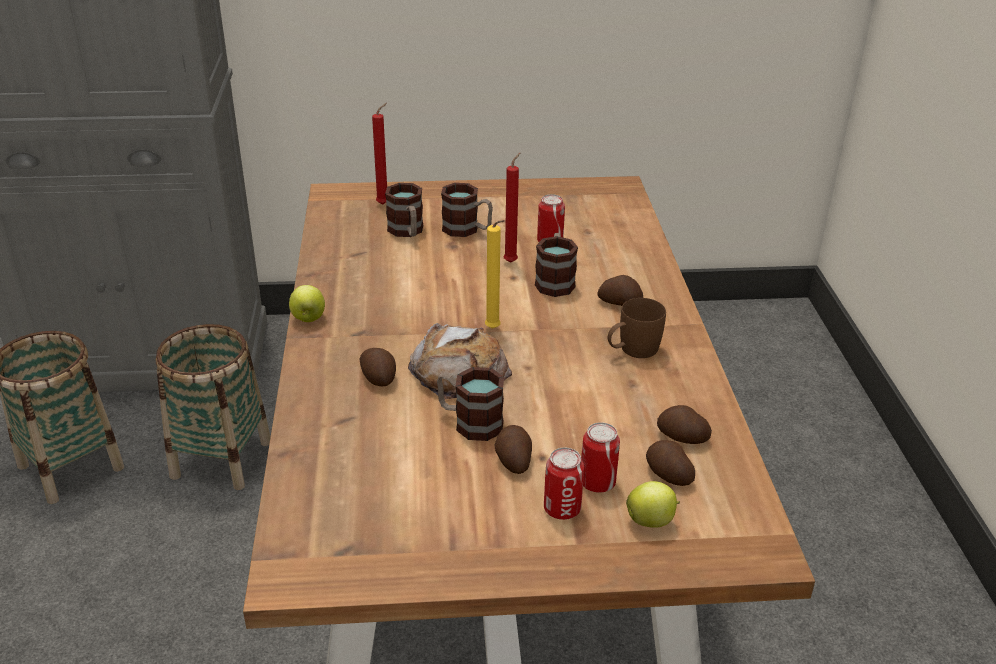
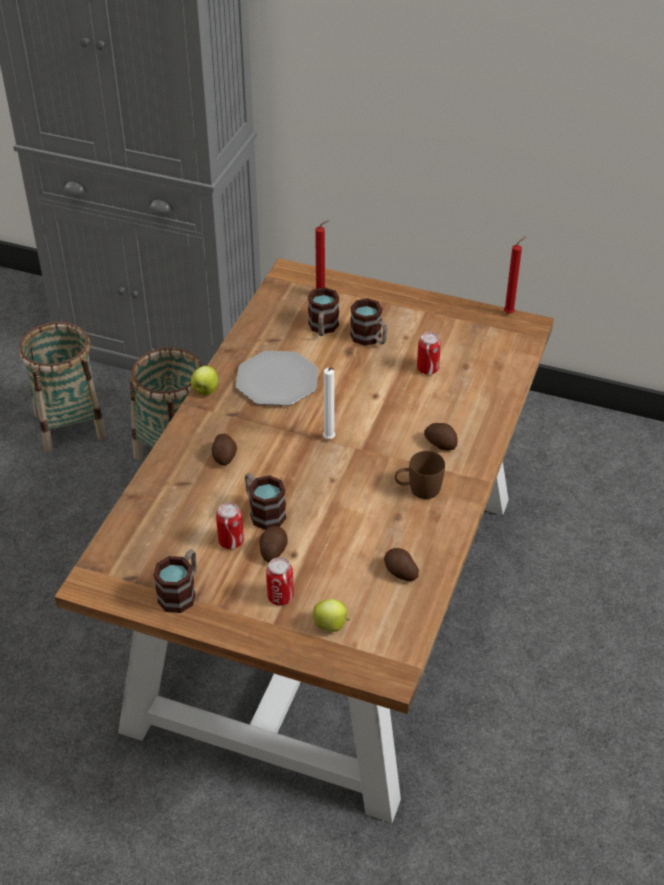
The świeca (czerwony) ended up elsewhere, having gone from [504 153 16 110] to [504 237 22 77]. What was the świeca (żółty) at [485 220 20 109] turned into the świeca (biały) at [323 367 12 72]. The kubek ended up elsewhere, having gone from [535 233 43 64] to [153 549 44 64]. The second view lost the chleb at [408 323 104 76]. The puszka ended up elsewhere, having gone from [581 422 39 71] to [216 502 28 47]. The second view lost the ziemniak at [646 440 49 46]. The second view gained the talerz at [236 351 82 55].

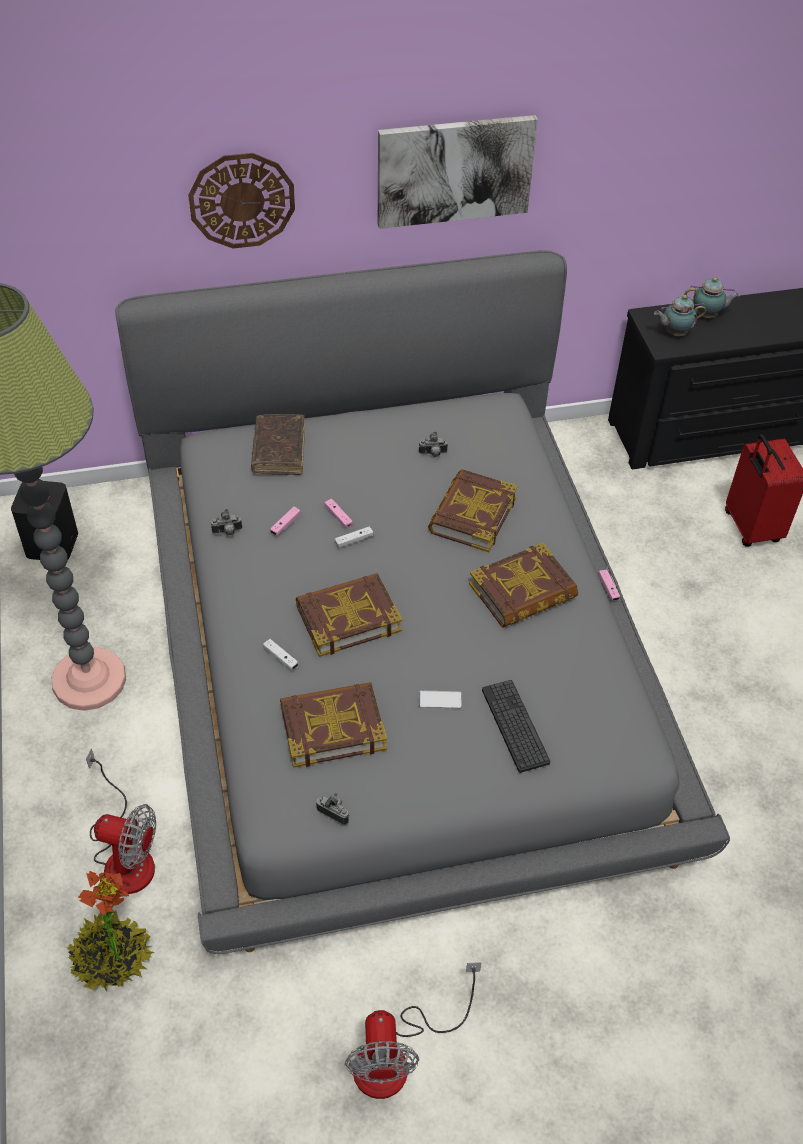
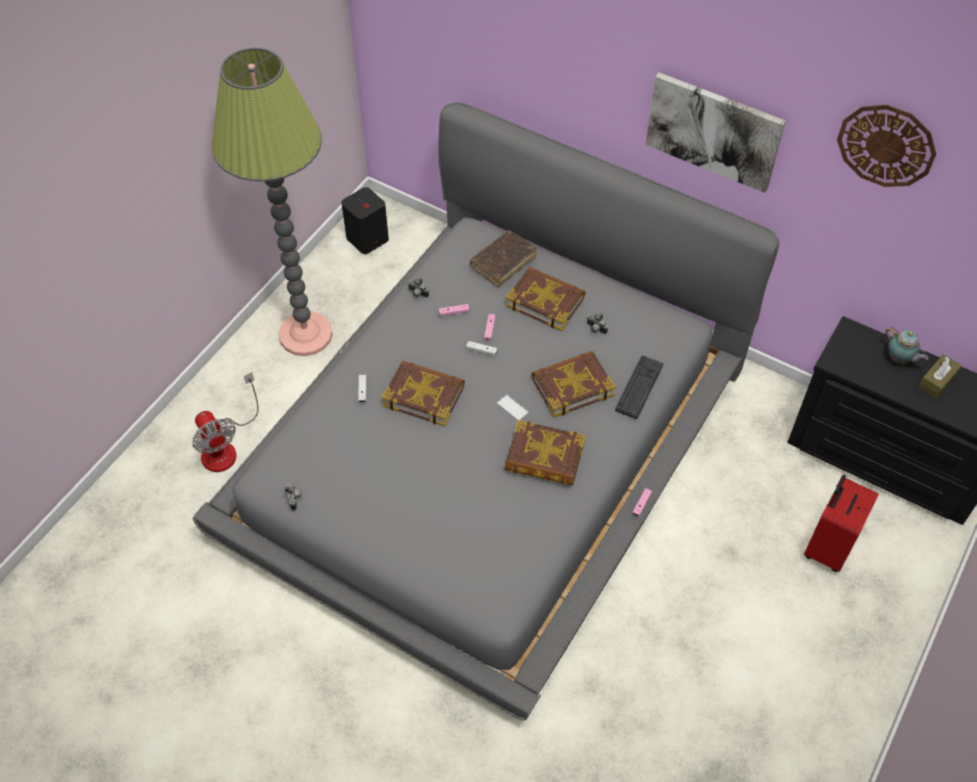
The zegar ścienny ended up elsewhere, having gone from [188 153 107 96] to [837 105 99 82]. The second view lost the imbryk at [654 295 52 41]. The klawiatura ended up elsewhere, having gone from [482 680 68 93] to [615 356 48 63]. The książka ended up elsewhere, having gone from [280 682 107 86] to [506 267 80 64]. The telefon ended up elsewhere, having gone from [419 690 43 18] to [496 394 33 26]. The second view lost the roślina doniczkowa at [66 871 89 121]. The second view lost the wentylator at [345 962 136 137]. The second view gained the pudełko chusteczek (brązowy) at [918 354 44 45].

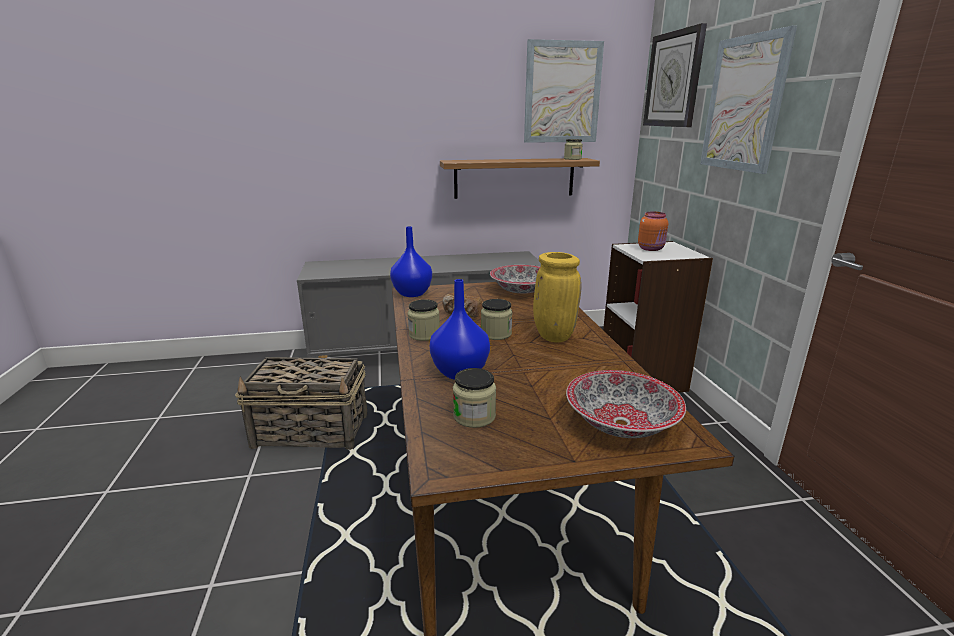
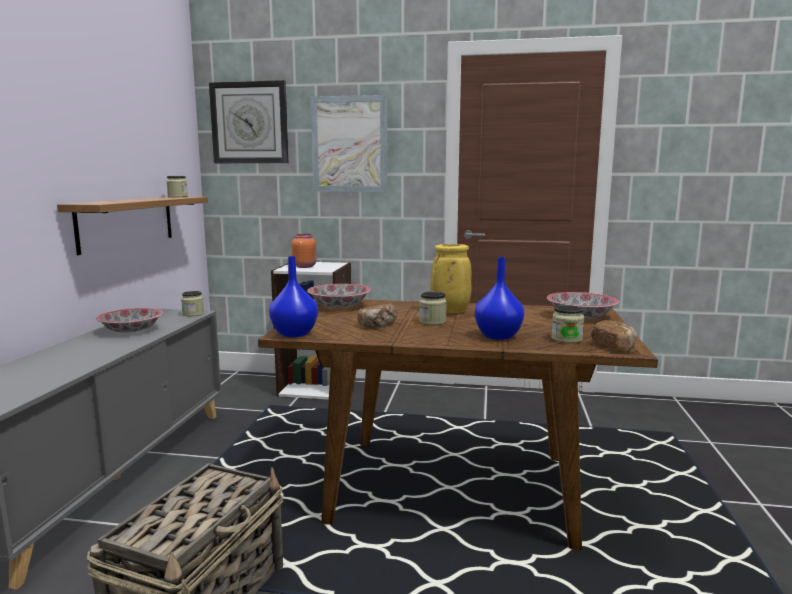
The second view lost the obraz at [524 39 80 104]. The słoik ended up elsewhere, having gone from [408 299 32 42] to [181 291 23 25]. The second view gained the miska at [96 308 67 24]. The second view gained the chleb at [591 320 46 31].

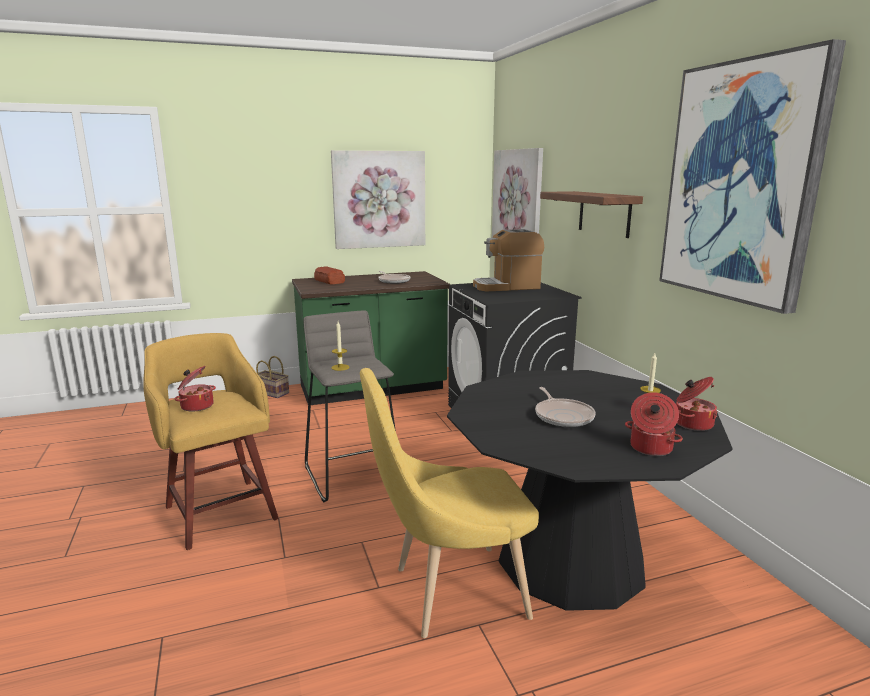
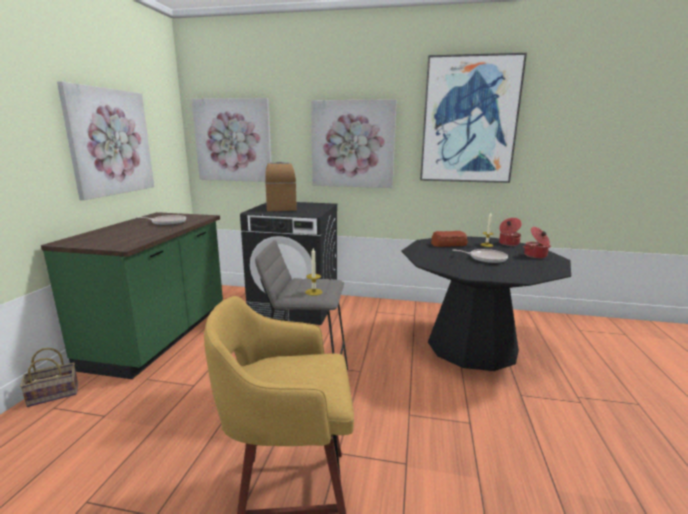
Where the półka hung at [540 191 103 47], the obraz came to hang at [311 99 85 89]. The ekspres do kawy at [473 229 71 62] ended up facing another way, 150 degrees clockwise from before. The chleb ended up elsewhere, having gone from [314 266 31 18] to [431 231 37 16]. The second view lost the garnek at [175 366 41 46]. The second view lost the krzesło (żółty) at [360 368 179 270].

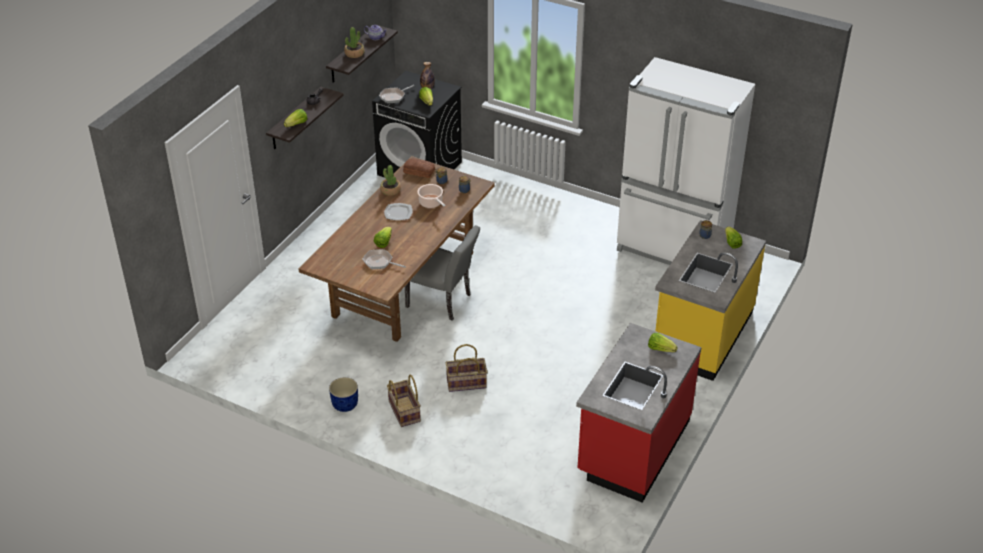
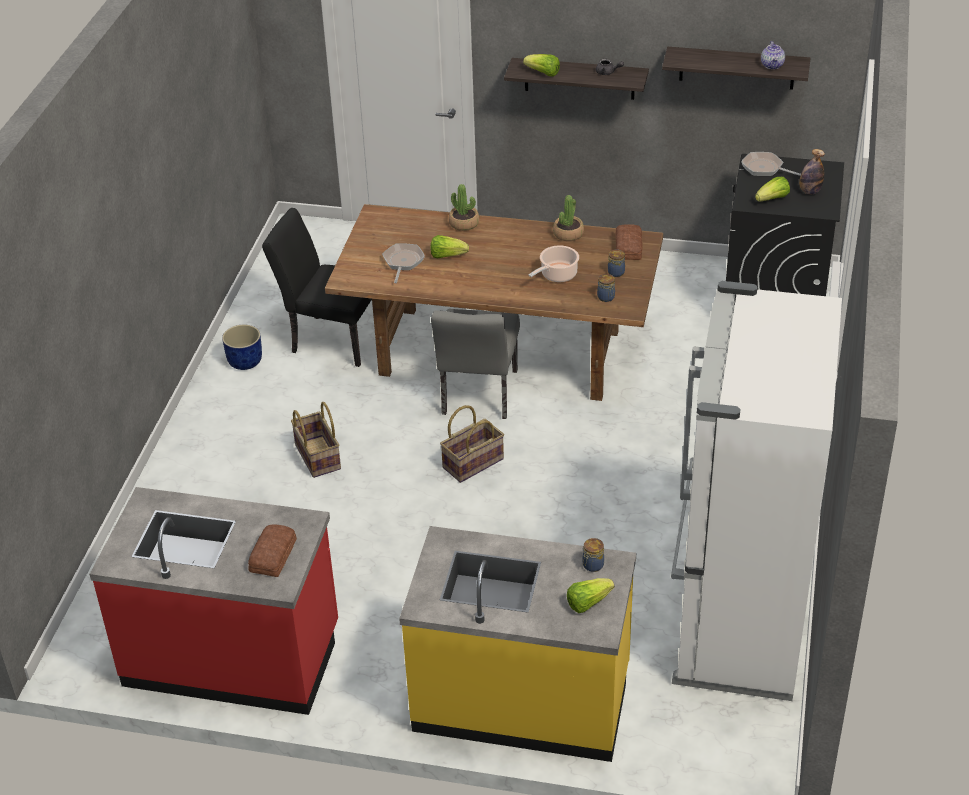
The roślina doniczkowa ended up elsewhere, having gone from [344 27 21 31] to [449 184 30 47]. The second view lost the talerz at [384 203 29 17]. Where the sałata stood at [648 333 30 19], the chleb came to stand at [248 525 49 52]. The koszyk ended up elsewhere, having gone from [387 374 34 53] to [440 405 64 78]. The second view gained the krzesło (czarny) at [262 208 110 159].

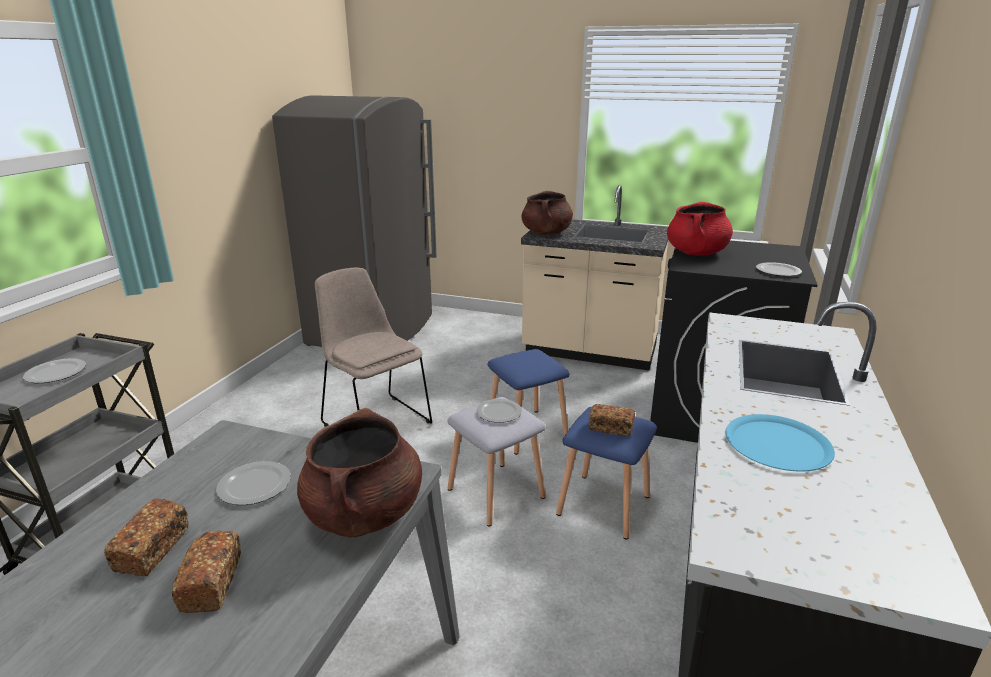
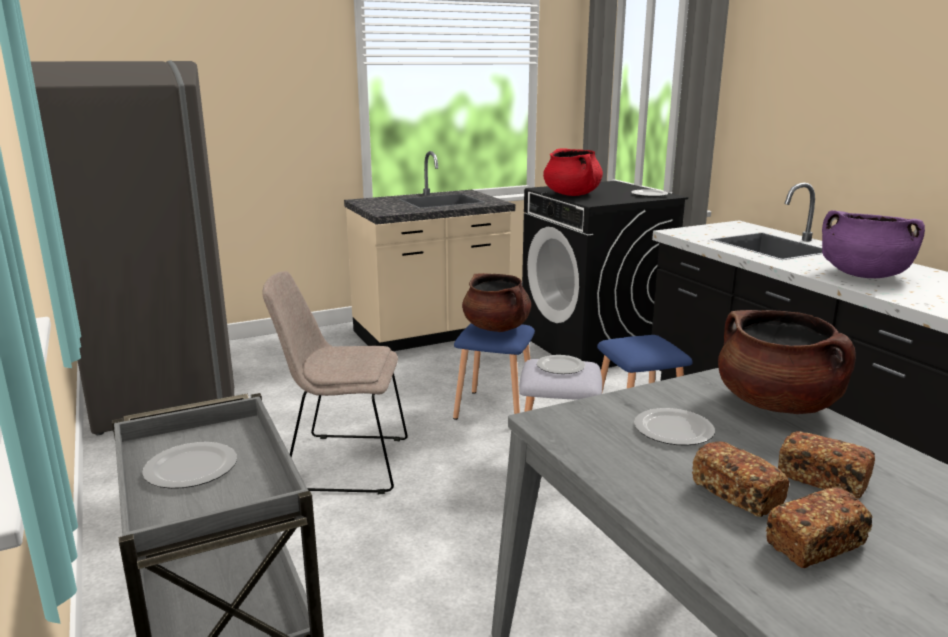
The garnek (brązowy) ended up elsewhere, having gone from [521 191 52 44] to [462 273 69 59]. The chleb ended up elsewhere, having gone from [589 404 46 32] to [766 487 107 81]. Where the talerz (niebieski) stood at [725 414 110 57], the garnek (fioletowy) came to stand at [822 210 103 68].

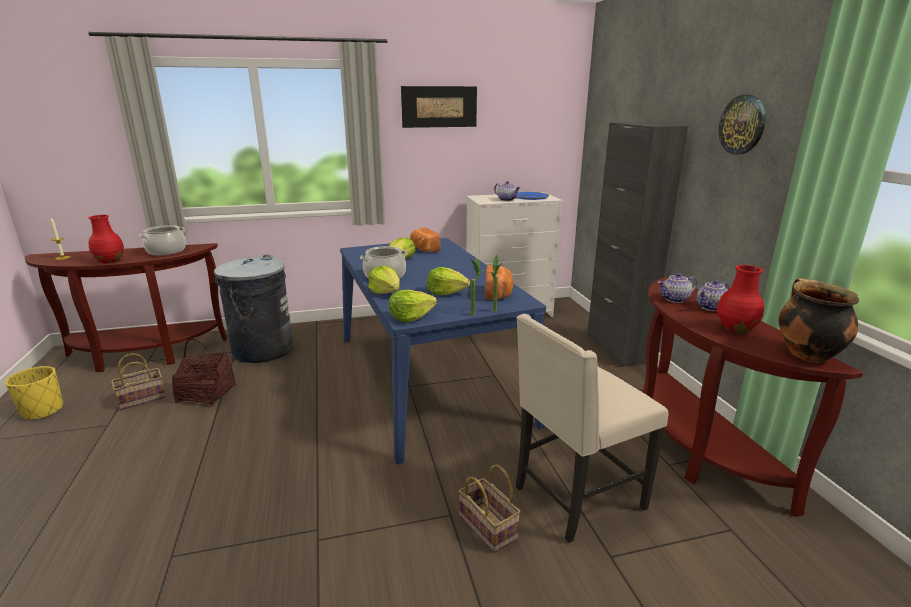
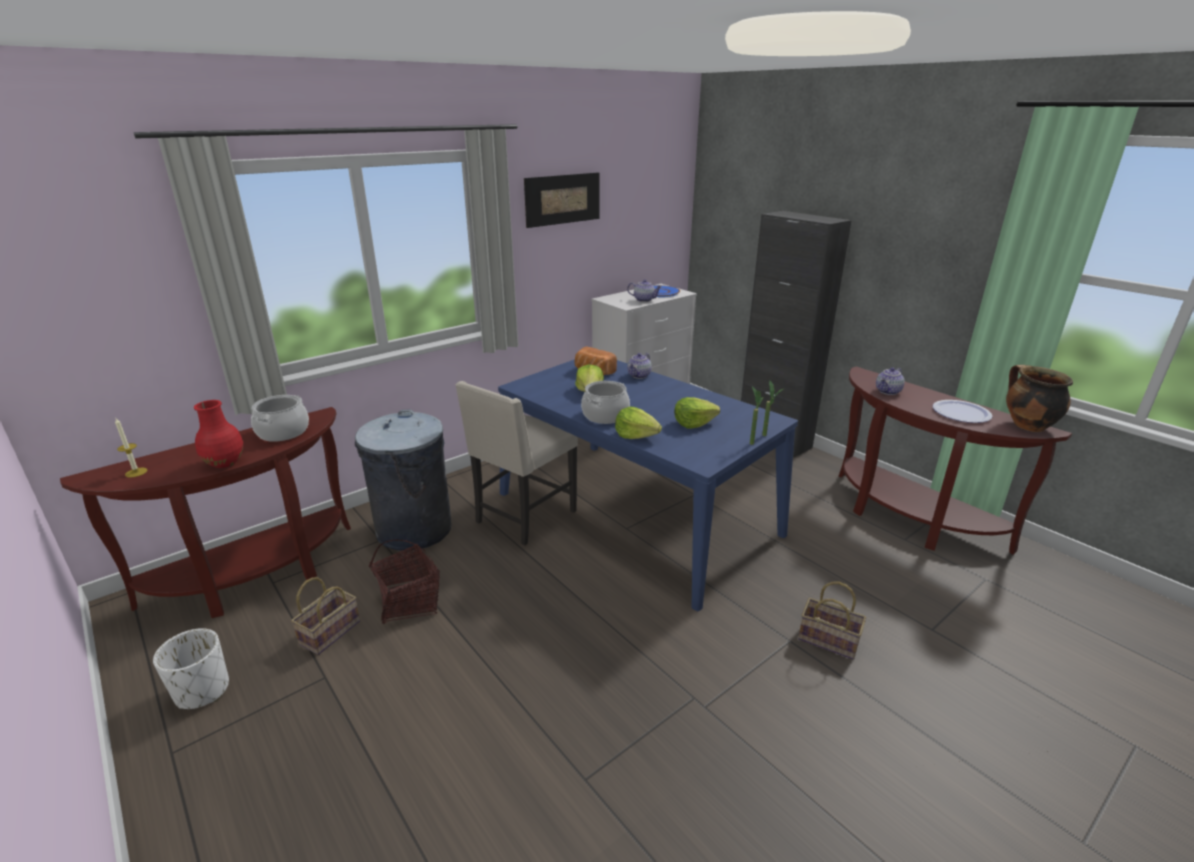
The second view lost the zegar ścienny at [719 95 47 60]. The second view lost the chleb at [485 265 28 35]. Where the wazon (czerwony) stood at [717 265 47 69], the talerz came to stand at [933 400 60 23]. The imbryk ended up elsewhere, having gone from [697 280 32 31] to [627 353 25 26]. The second view lost the sałata at [389 290 48 32]. The krzesło (beżowy) ended up elsewhere, having gone from [516 314 152 229] to [455 381 123 164]. What was the donica (żółty) at [5 366 58 53] turned into the donica (biały) at [153 628 76 81].

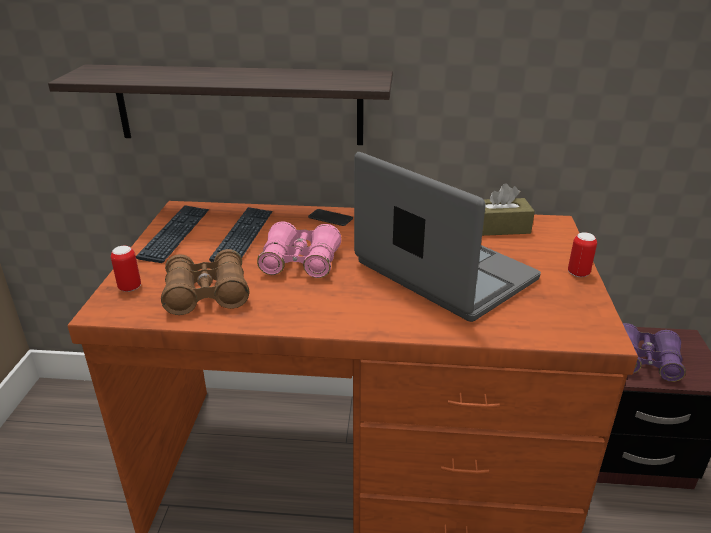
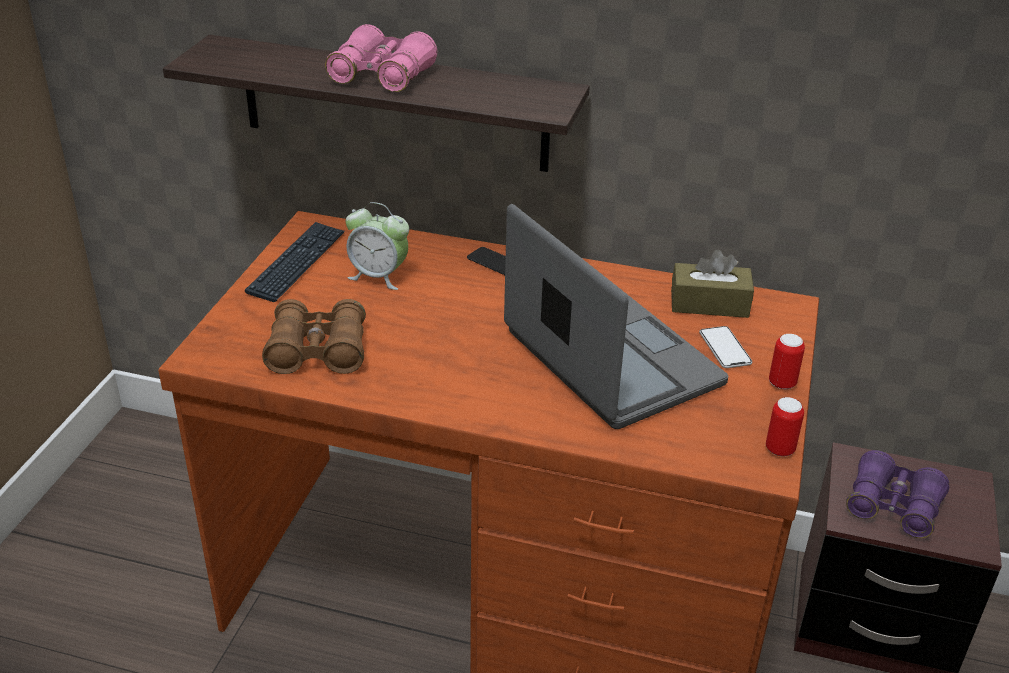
Where the klawiatura stood at [209 207 64 55], the budzik came to stand at [346 202 63 88]. The lornetka (różowy) ended up elsewhere, having gone from [257 221 84 57] to [325 24 112 68]. The puszka ended up elsewhere, having gone from [111 246 30 46] to [766 397 38 60]. The second view gained the telefon at [699 326 54 42].

